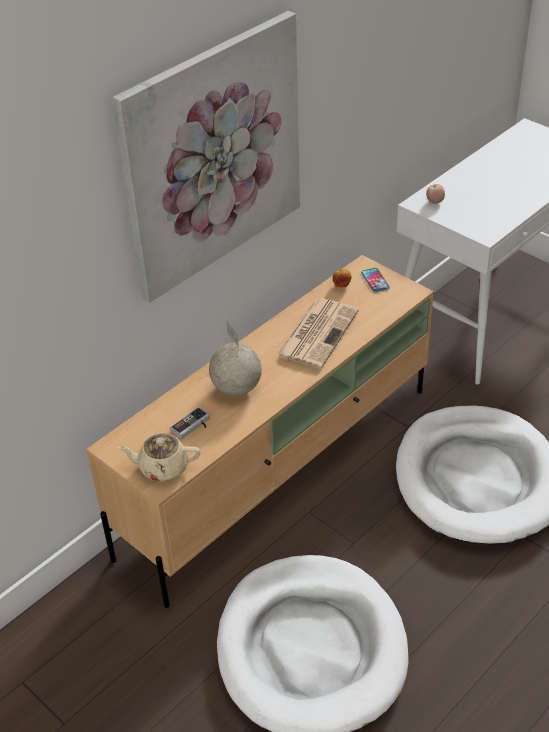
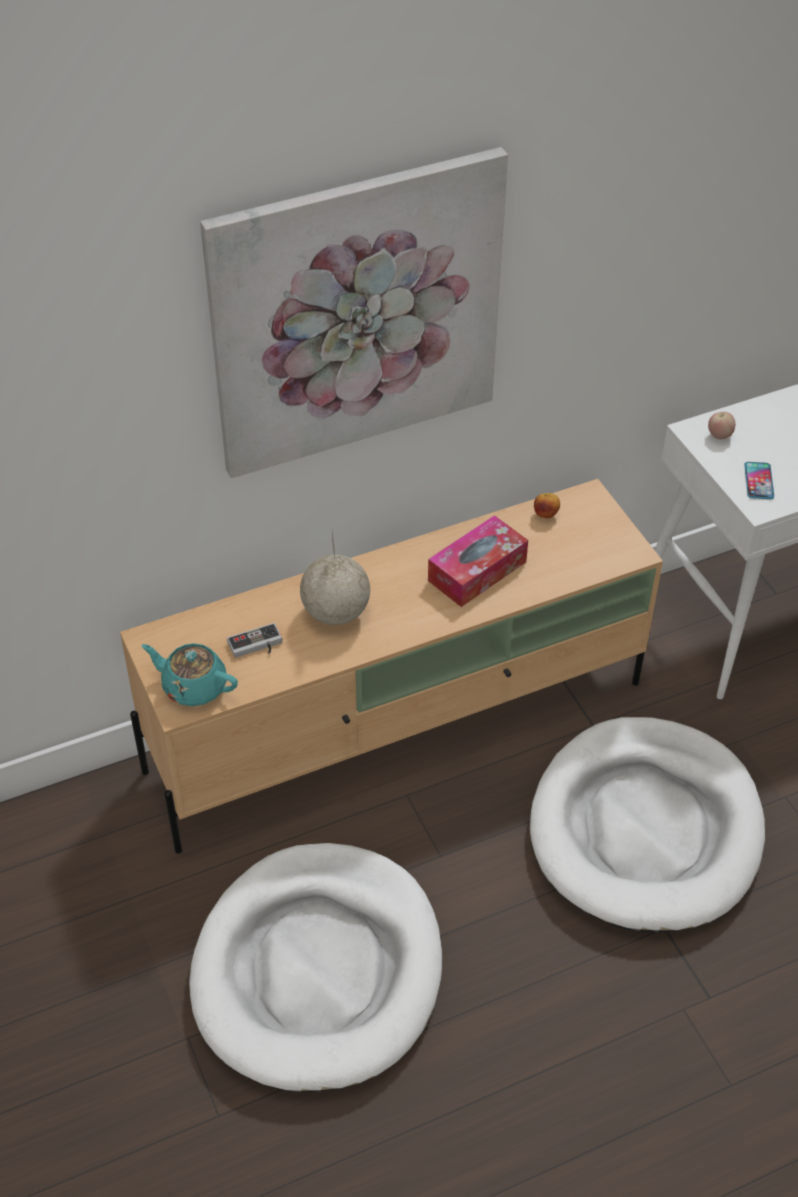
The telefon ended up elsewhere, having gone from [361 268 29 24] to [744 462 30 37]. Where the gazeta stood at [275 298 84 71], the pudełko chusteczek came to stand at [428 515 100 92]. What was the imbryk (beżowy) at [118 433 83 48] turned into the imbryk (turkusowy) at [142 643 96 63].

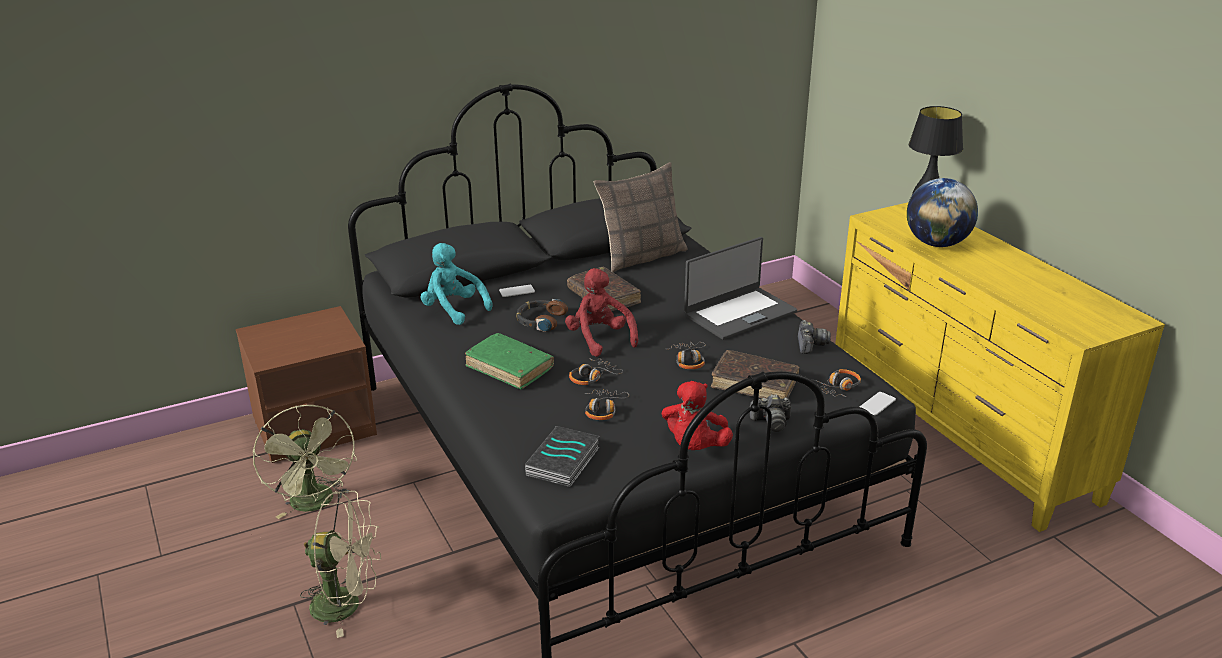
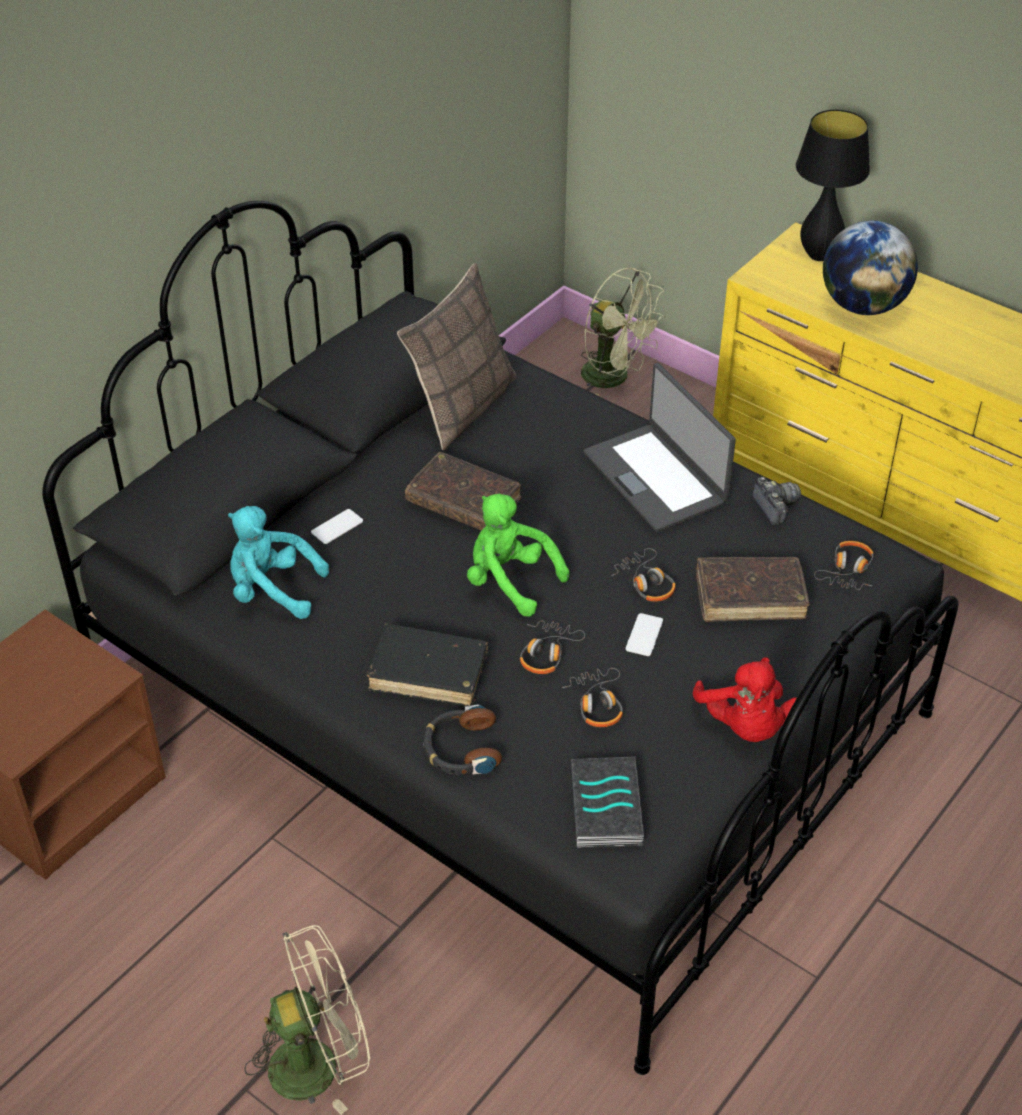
The laptop at [684 237 113 103] ended up facing another way, 120 degrees clockwise from before. What was the pluszak (czerwony) at [565 268 73 89] turned into the pluszak (zielony) at [467 494 103 123]. The słuchawki ended up elsewhere, having gone from [516 299 52 33] to [423 704 79 71]. What was the książka (zielony) at [465 333 89 56] turned into the książka (czarny) at [367 624 121 82]. The telefon ended up elsewhere, having gone from [860 392 36 23] to [626 613 37 43]. The second view lost the aparat fotograficzny at [749 394 42 38]. The wentylator (zielony) ended up elsewhere, having gone from [253 405 104 114] to [581 268 85 128].

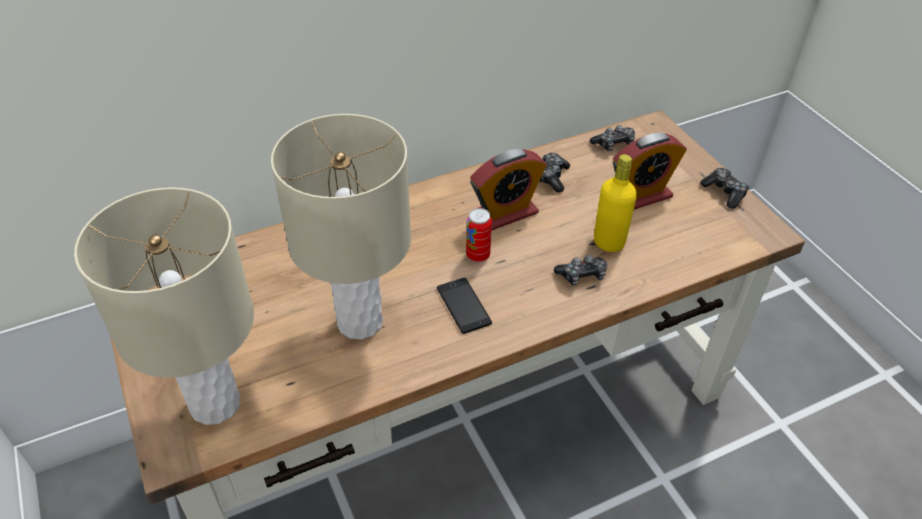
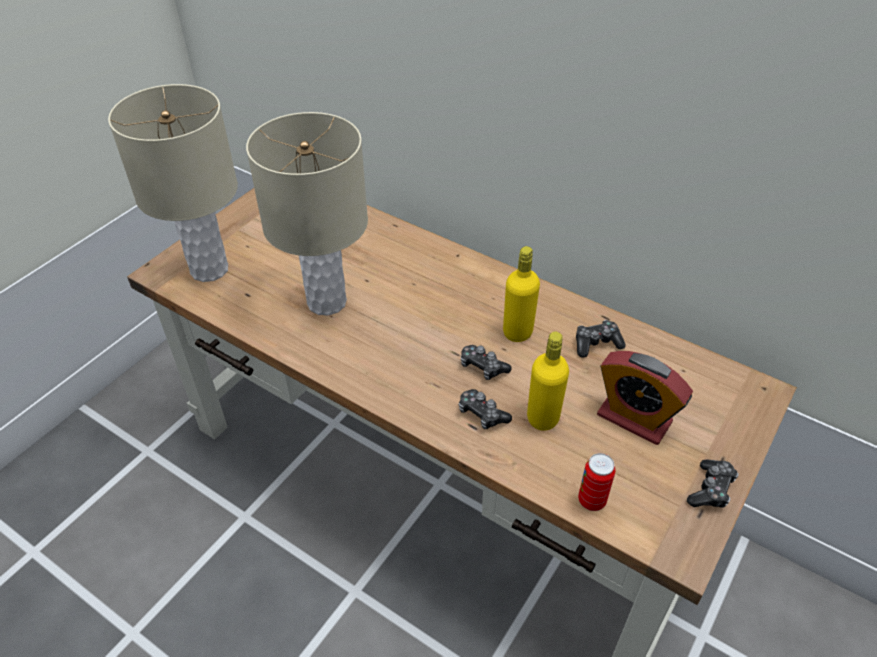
The pad do gier ended up elsewhere, having gone from [590 125 45 26] to [461 345 51 35]. Where the budzik stood at [470 149 77 82], the butelka (żółty) came to stand at [503 246 37 96]. The puszka ended up elsewhere, having gone from [466 208 26 54] to [578 453 37 58]. The second view lost the telefon at [437 278 55 56].

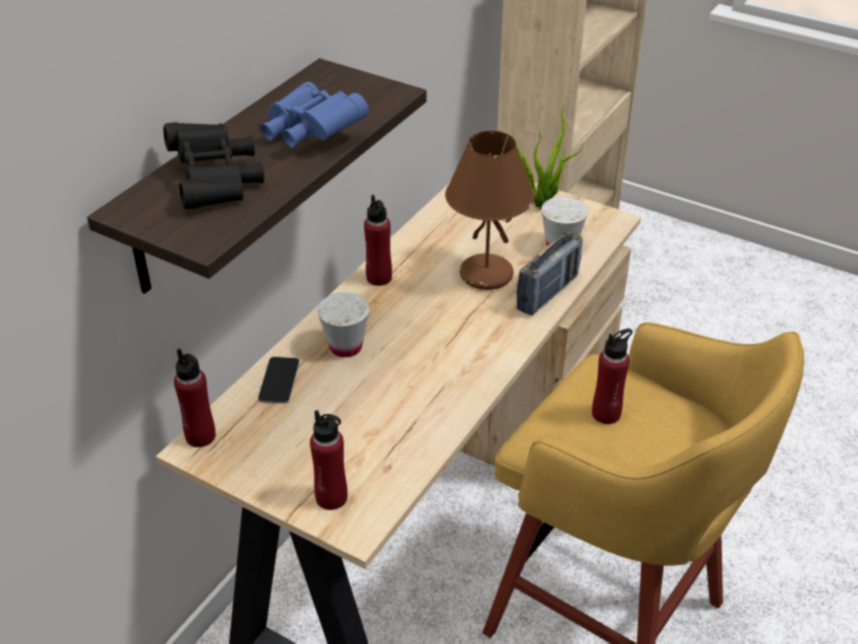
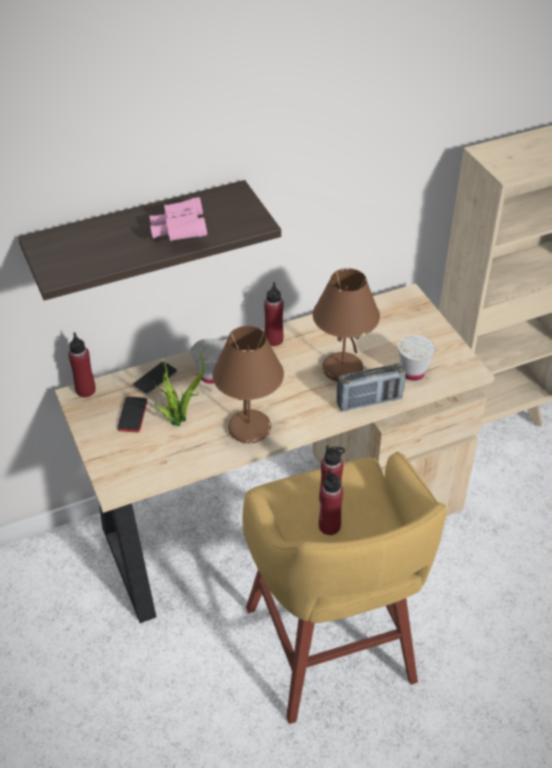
What was the lornetka (niebieski) at [260 82 109 66] turned into the lornetka (różowy) at [149 197 58 44]. The roślina doniczkowa ended up elsewhere, having gone from [512 93 72 116] to [154 342 56 84]. The second view lost the lornetka (czarny) at [164 122 100 87]. The butelka (czerwony) ended up elsewhere, having gone from [310 410 37 100] to [319 469 24 66]. The second view gained the lampa stołowa (brązowy) at [212 326 72 117]. The second view gained the telefon at [117 397 30 35].

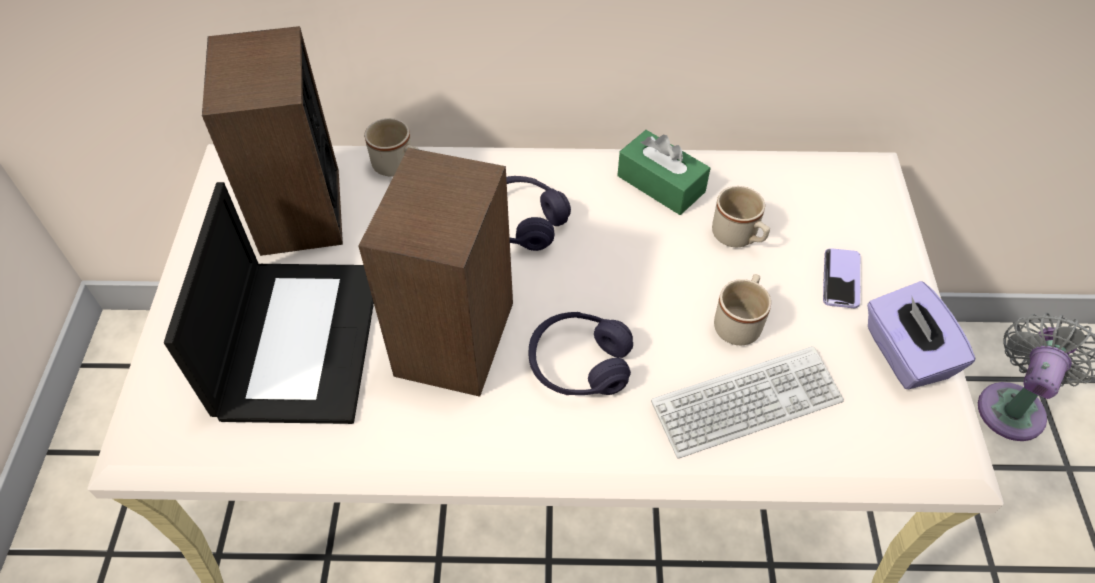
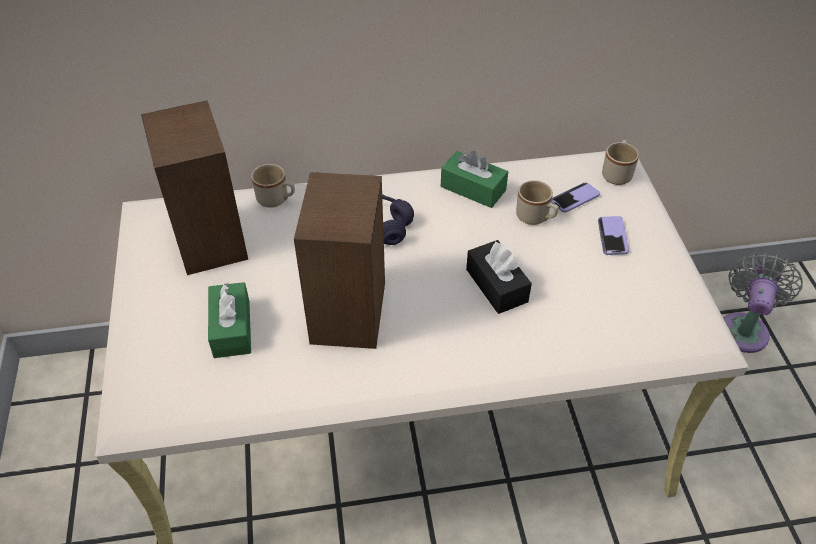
Where the laptop stood at [164 182 210 242], the pudełko chusteczek (zielony) came to stand at [208 282 43 76]. The kubek (beżowy) ended up elsewhere, having gone from [714 274 57 71] to [602 140 37 45]. The second view lost the pudełko chusteczek (fioletowy) at [867 281 108 108]. The second view lost the słuchawki (fioletowy) at [529 312 104 83]. The second view lost the klawiatura at [651 346 193 113]. The second view gained the telefon at [551 183 49 29]. The second view gained the pudełko chusteczek (czarny) at [466 240 66 74].

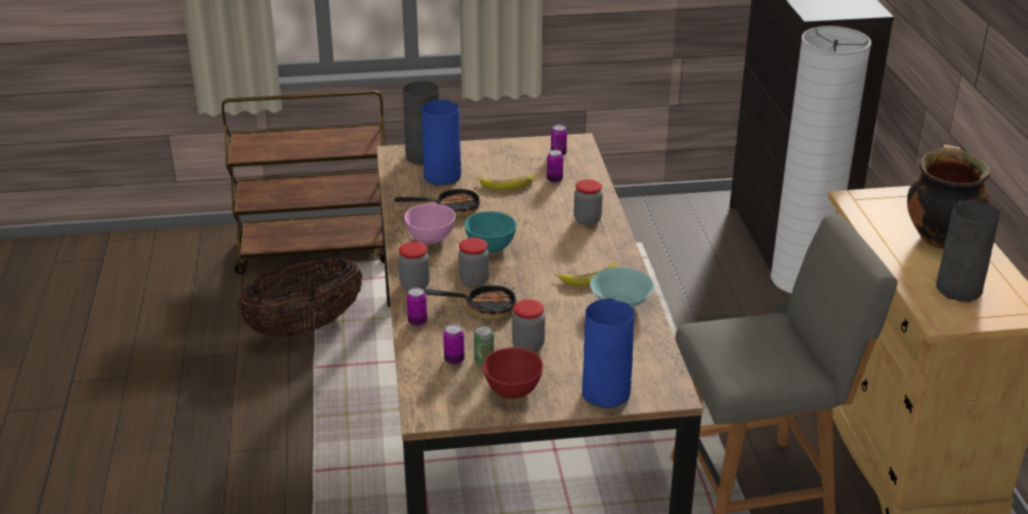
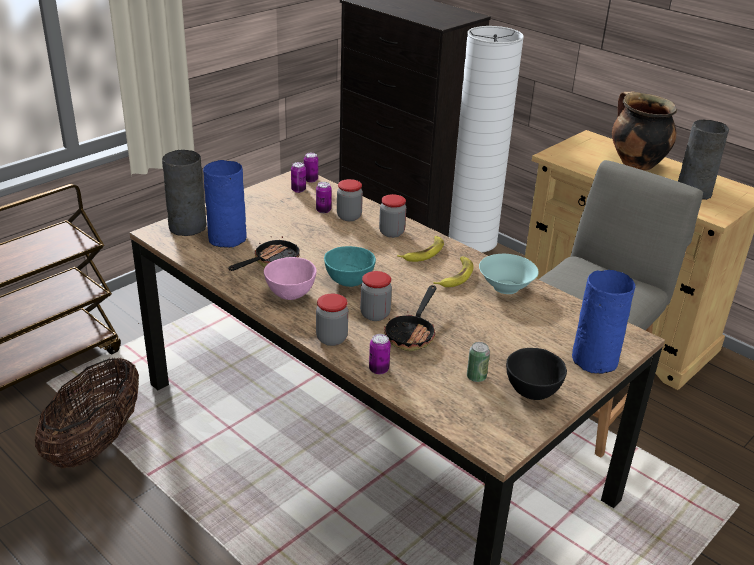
The banan ended up elsewhere, having gone from [477 174 57 16] to [397 236 47 26]. The patelnia at [423 282 93 38] ended up facing another way, 150 degrees clockwise from before. The słoik ended up elsewhere, having gone from [512 299 33 53] to [337 179 26 42]. The puszka ended up elsewhere, having gone from [443 324 22 41] to [304 153 14 30]. What was the miska (czerwony) at [483 347 60 52] turned into the miska (czarny) at [506 348 61 52].

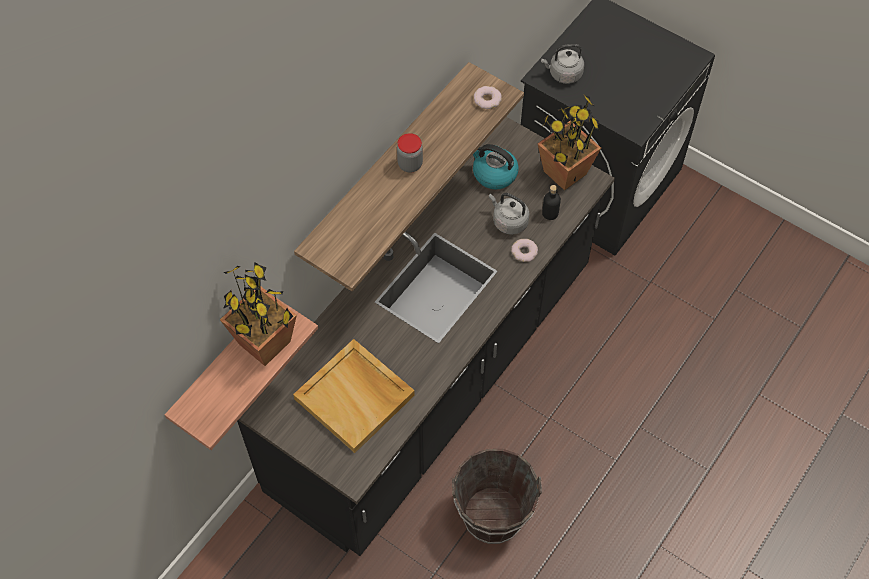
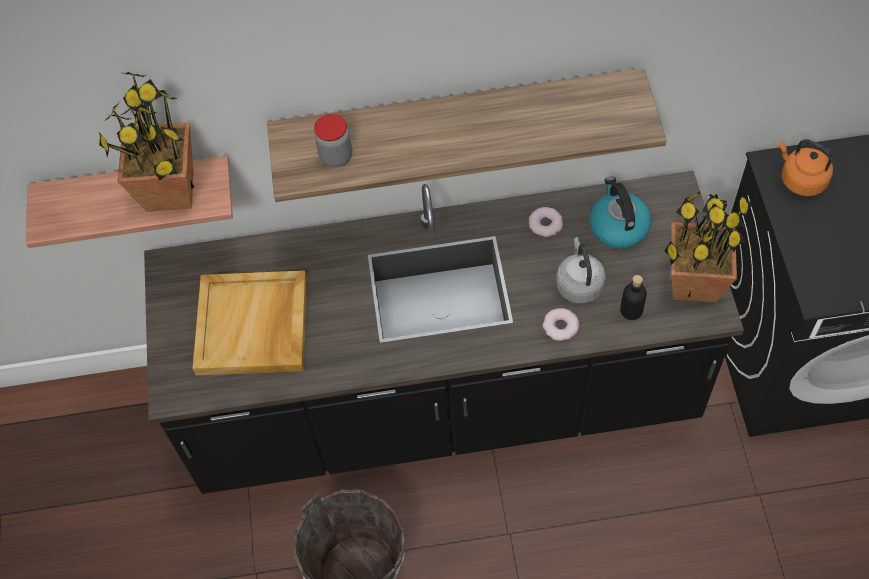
What was the czajnik (szary) at [541 44 43 40] turned into the czajnik (pomarańczowy) at [778 139 55 57]. The donut ended up elsewhere, having gone from [474 86 28 23] to [529 207 34 30]. The słoik ended up elsewhere, having gone from [397 133 26 40] to [314 114 38 53].

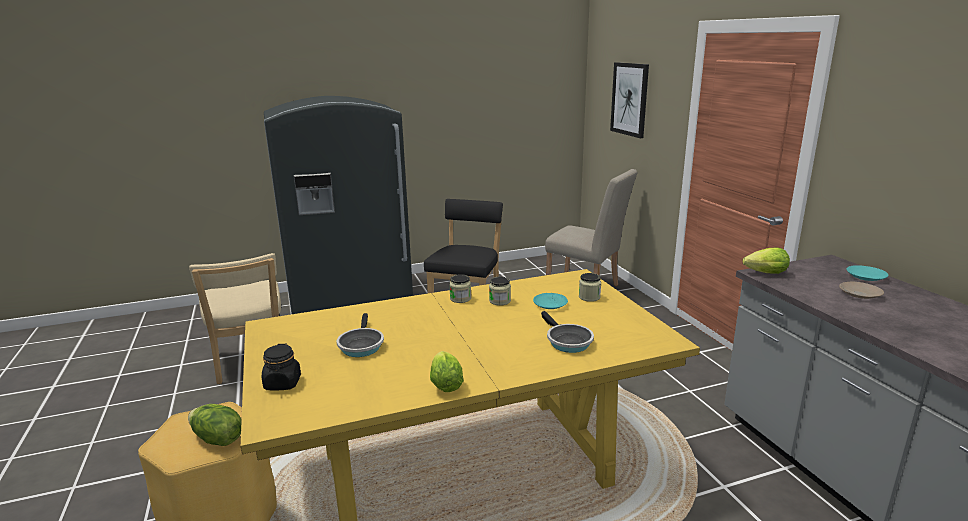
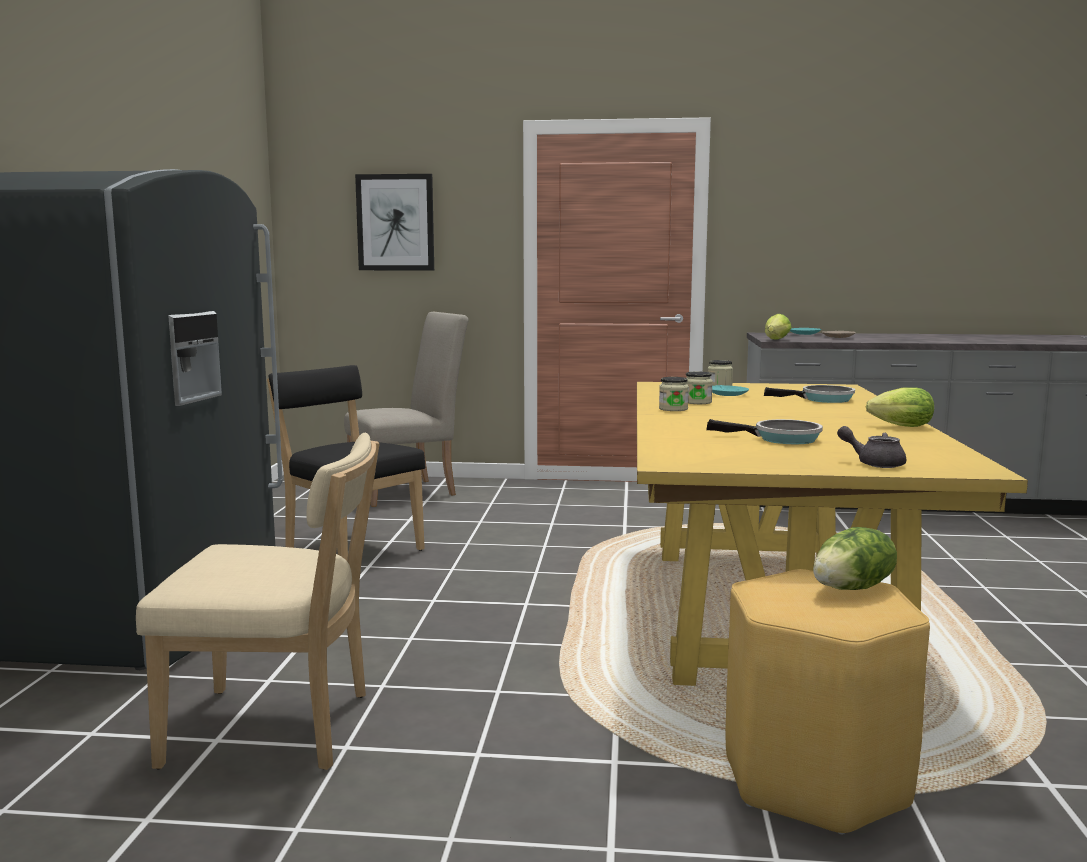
Where the słoik (czarny) stood at [262 344 39 46], the imbryk (szary) came to stand at [837 426 69 42].

